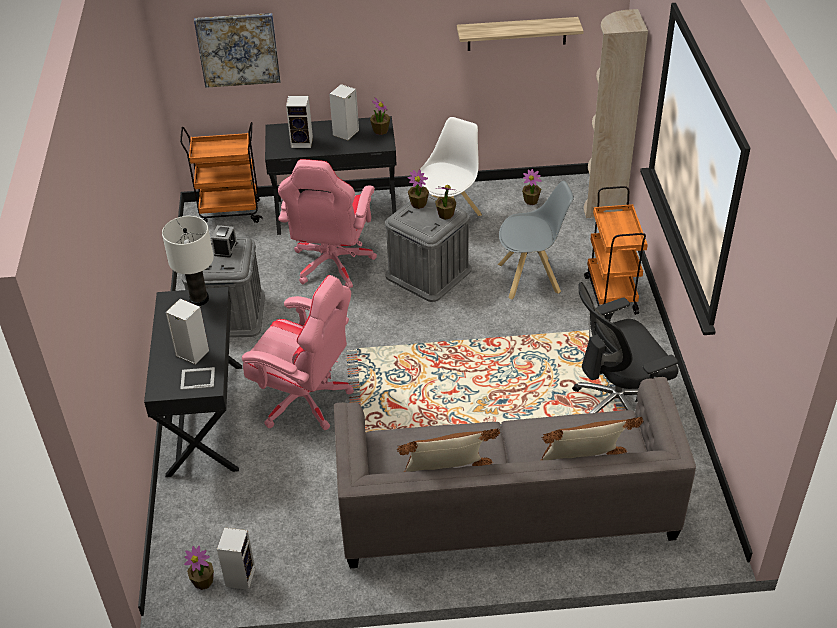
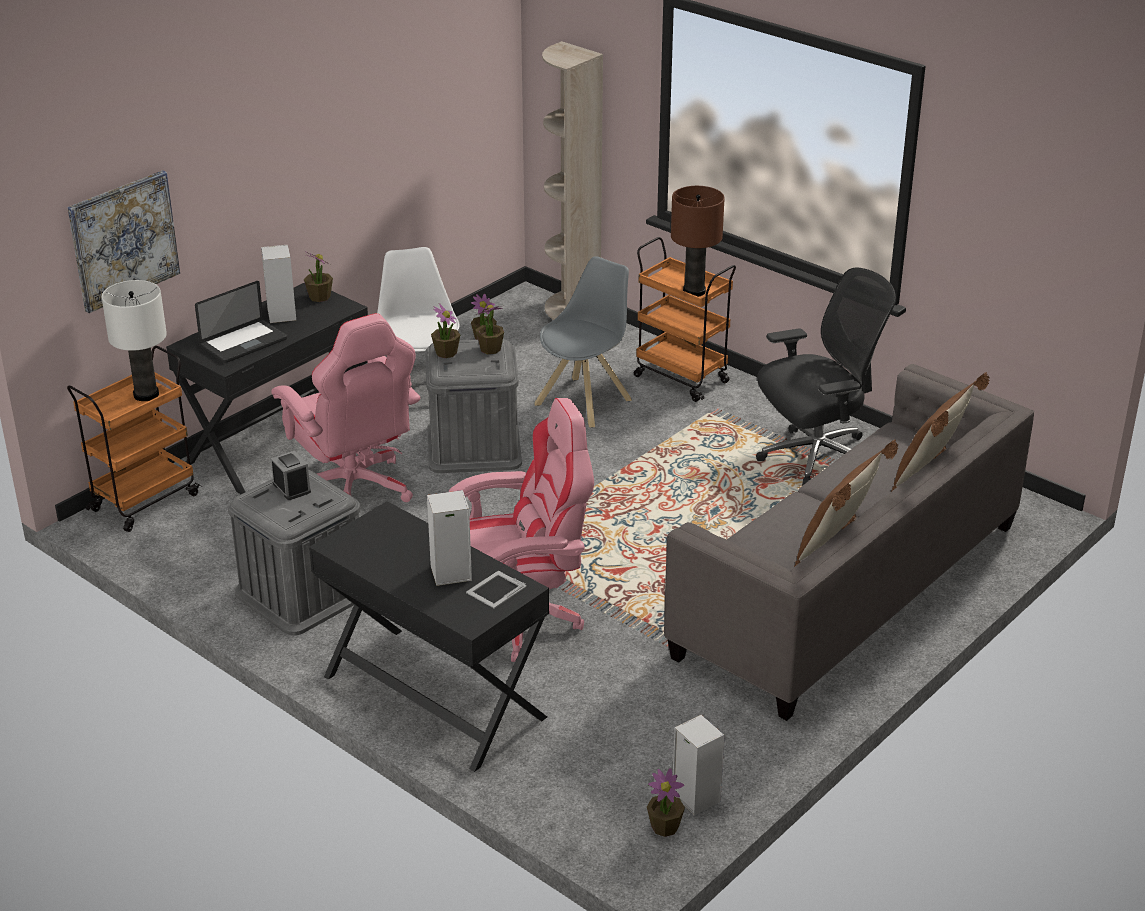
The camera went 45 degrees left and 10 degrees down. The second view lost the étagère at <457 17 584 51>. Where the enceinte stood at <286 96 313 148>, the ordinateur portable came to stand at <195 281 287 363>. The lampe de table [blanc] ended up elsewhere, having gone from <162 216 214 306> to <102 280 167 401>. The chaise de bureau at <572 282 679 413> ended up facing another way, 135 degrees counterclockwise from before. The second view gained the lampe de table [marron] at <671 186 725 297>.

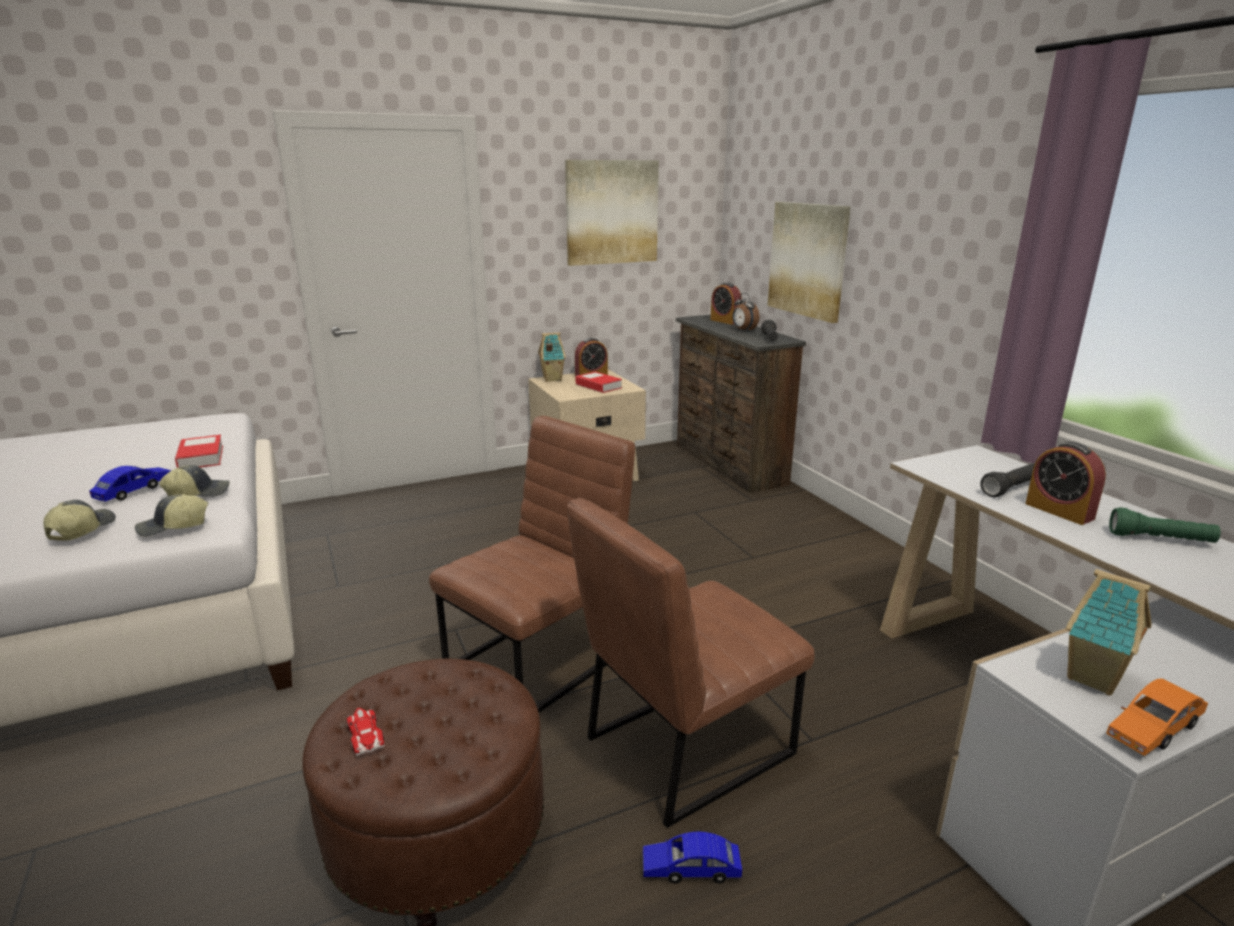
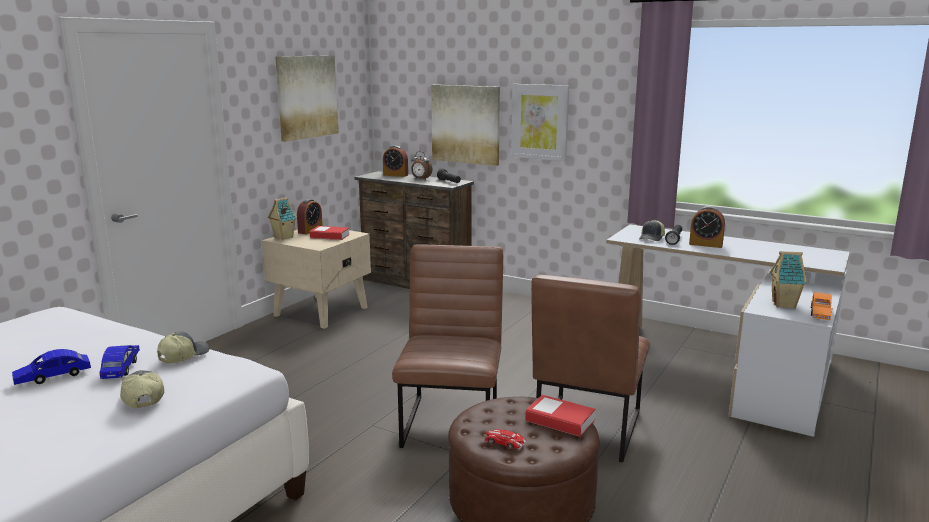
The camera went 35 degrees left and 5 degrees down. The livre ended up elsewhere, having gone from <175 435 223 468> to <525 395 595 437>. The casquette ended up elsewhere, having gone from <135 494 208 537> to <639 220 665 241>. The second view lost the lampe de poche [vert] at <1109 507 1221 543>. The petite voiture [bleu] ended up elsewhere, having gone from <643 832 742 884> to <12 349 91 385>. The second view gained the tableau at <511 84 569 161>.

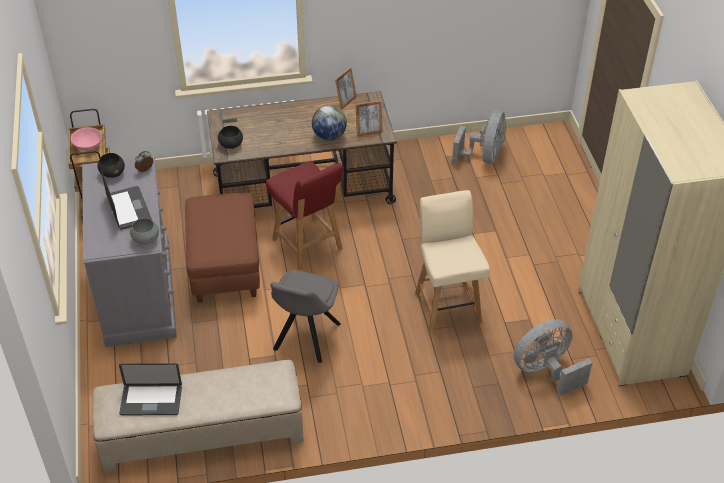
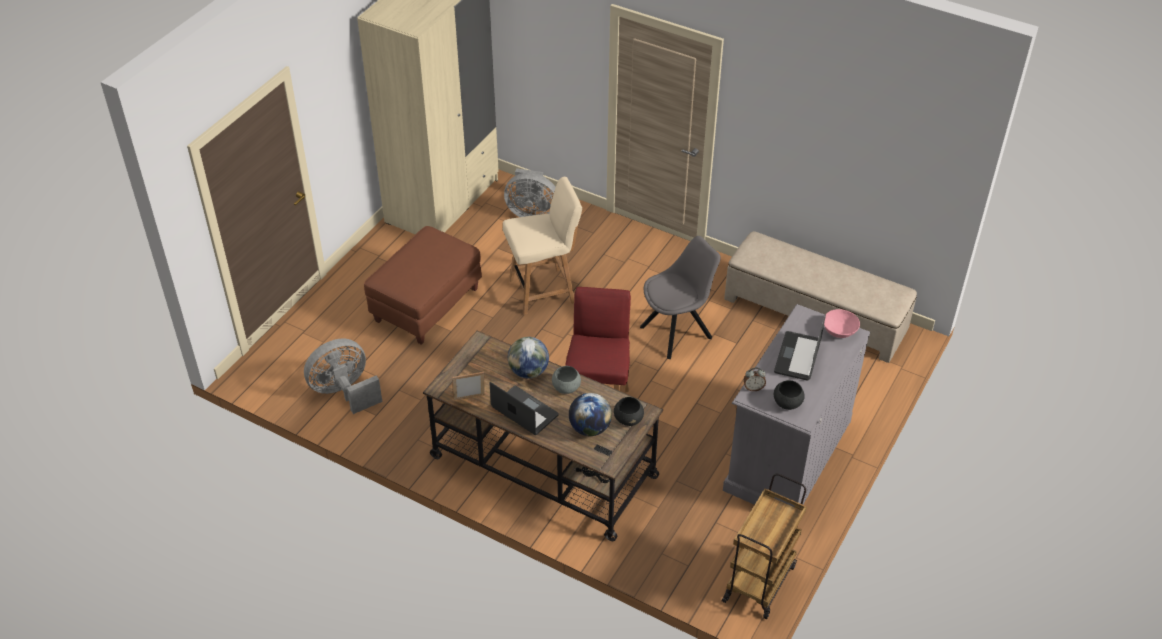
The camera went 140 degrees left and 0 degrees up. The second view lost the cadre photo at <355 101 383 137>. The bol [rose] ended up elsewhere, having gone from <71 127 102 150> to <824 309 860 338>. The chaise [beige] at <415 190 490 333> ended up facing another way, 135 degrees counterclockwise from before. The pouf [marron] ended up elsewhere, having gone from <185 192 260 303> to <364 226 482 345>. The bol [gris] ended up elsewhere, having gone from <130 218 159 245> to <552 366 581 394>. The ordinateur portable ended up elsewhere, having gone from <119 363 182 415> to <489 382 559 435>. The second view gained the globe at <569 393 612 436>.

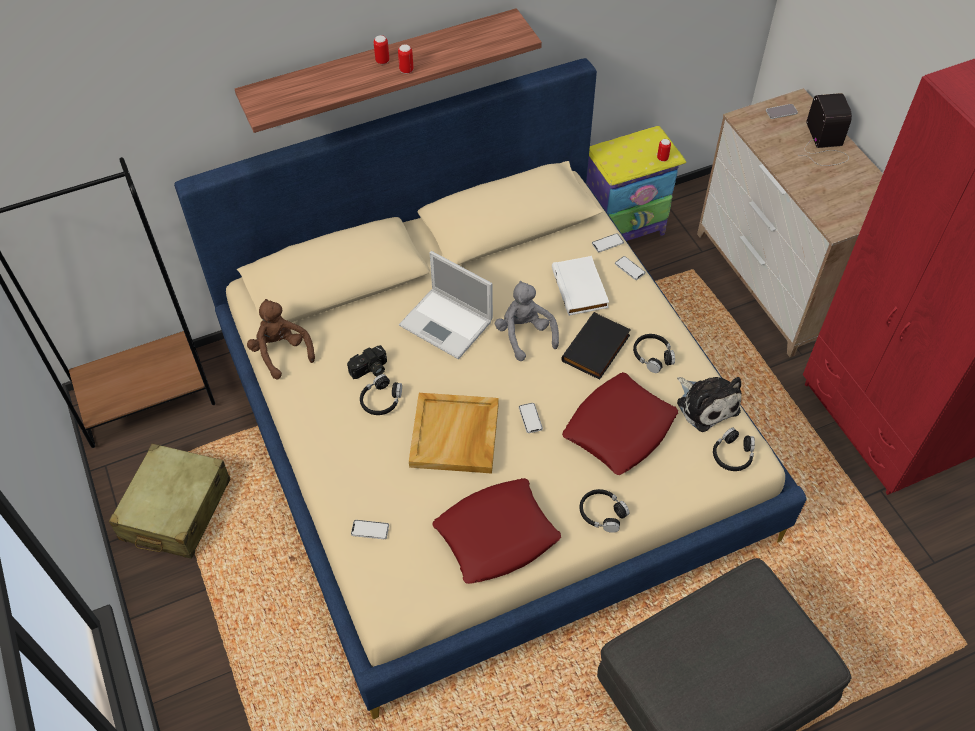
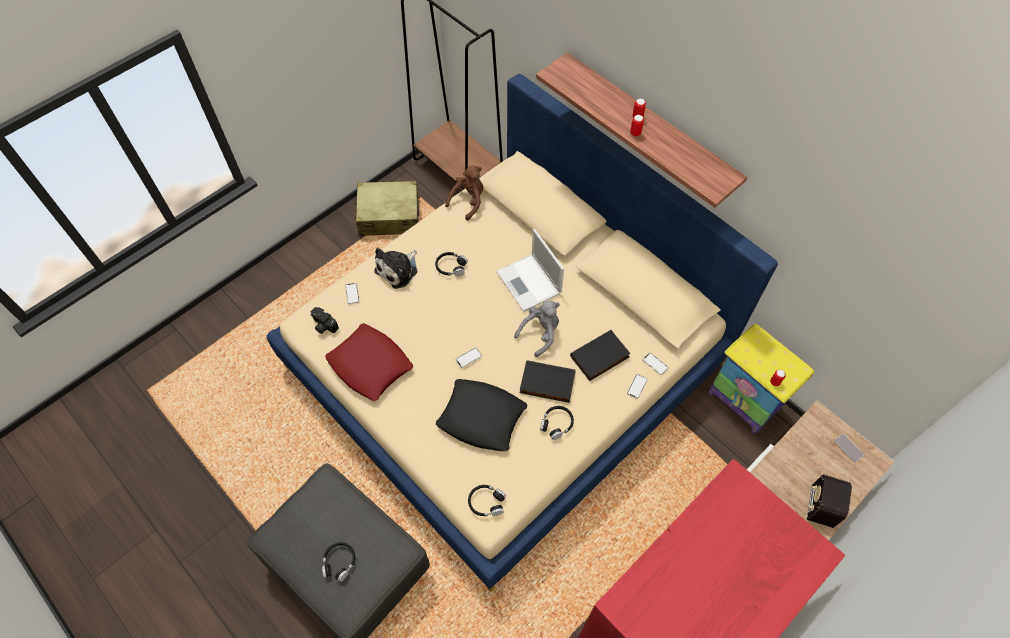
The camera went 70 degrees right and 5 degrees up. The radio at <802 93 852 166> ended up facing another way, 135 degrees clockwise from before. The ordinateur portable at <399 251 493 359> ended up facing another way, 45 degrees counterclockwise from before. What was the livre [blanc] at <552 256 609 316> turned into the livre [noir] at <570 330 631 381>. The appareil photo ended up elsewhere, having gone from <347 345 387 379> to <310 307 339 334>. What was the coussin [rouge] at <562 372 678 475> turned into the coussin [noir] at <436 379 527 452>. The peluche ended up elsewhere, having gone from <677 377 742 432> to <374 248 417 289>. The second view lost the plateau [beige] at <409 393 499 474>. The casque audio [noir] ended up elsewhere, having gone from <580 489 630 533> to <322 542 356 582>.

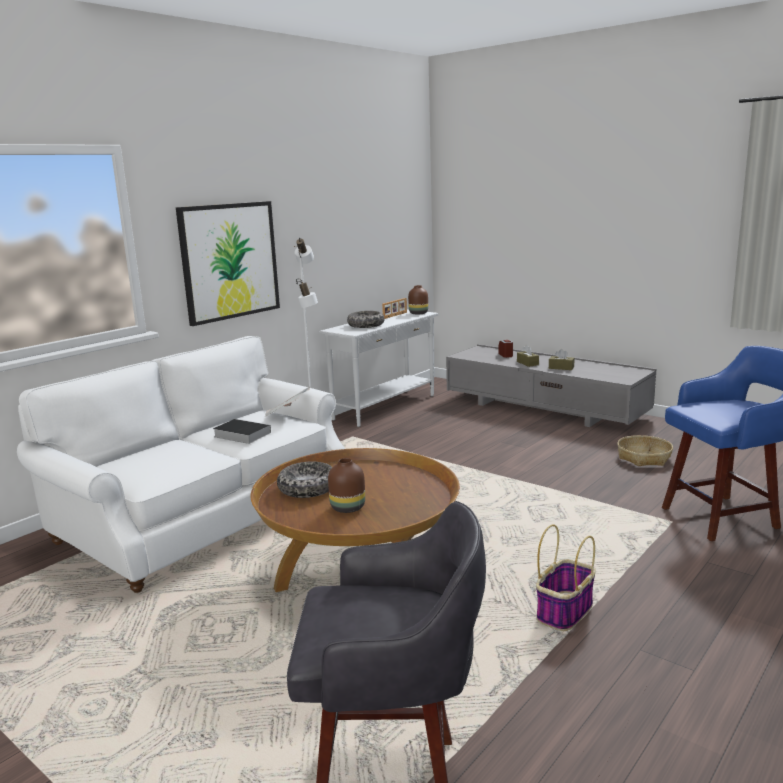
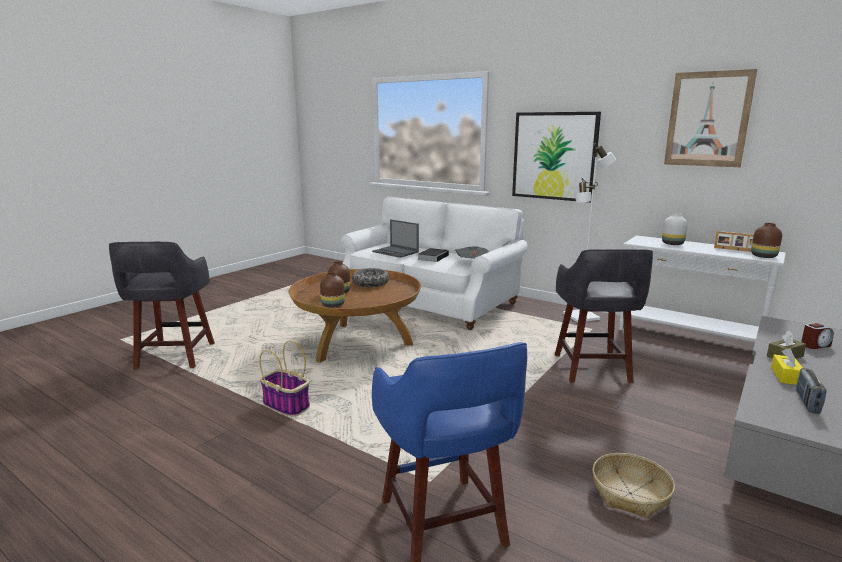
The camera went 85 degrees right and 0 degrees up. Where the bol stood at <347 311 385 328>, the vase [blanc] came to stand at <662 213 688 245>. What was the boîte à mouchoirs [marron] at <549 349 575 370> turned into the boîte à mouchoirs [jaune] at <771 348 803 385>. The second view gained the tableau at <664 69 757 167>. The second view gained the ordinateur portable at <372 219 419 258>. The second view gained the tabouret [gris] at <555 249 653 383>. The second view gained the vase [marron] at <320 272 345 308>. The second view gained the radio at <796 368 827 414>.

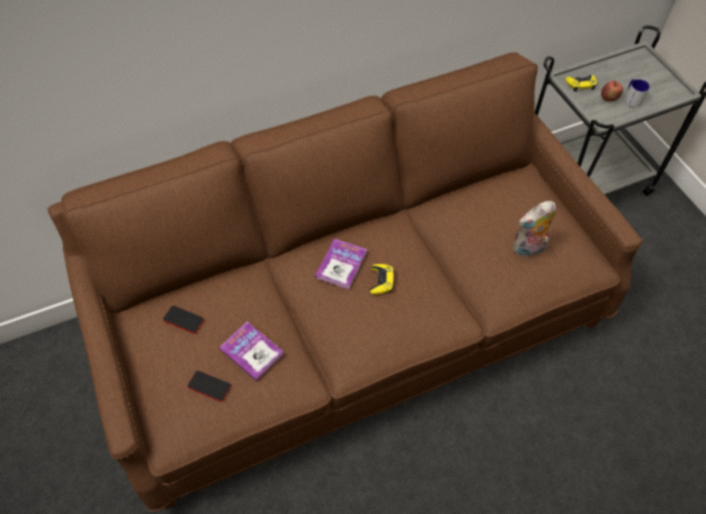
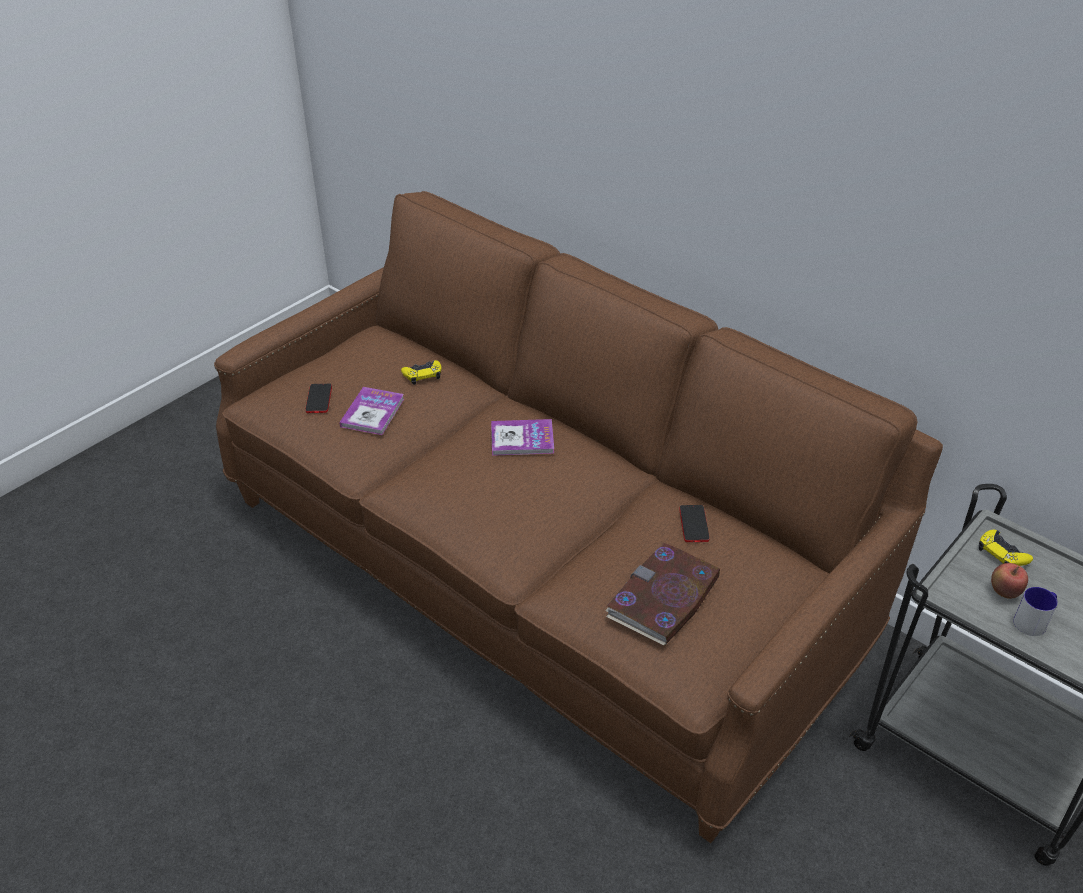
The camera went 65 degrees right and 15 degrees down. Where the peluche stood at <513 201 556 258>, the livre came to stand at <605 543 720 646>. The manette [jaune] ended up elsewhere, having gone from <370 264 394 294> to <401 360 441 385>. The téléphone ended up elsewhere, having gone from <163 305 204 334> to <679 505 709 542>.

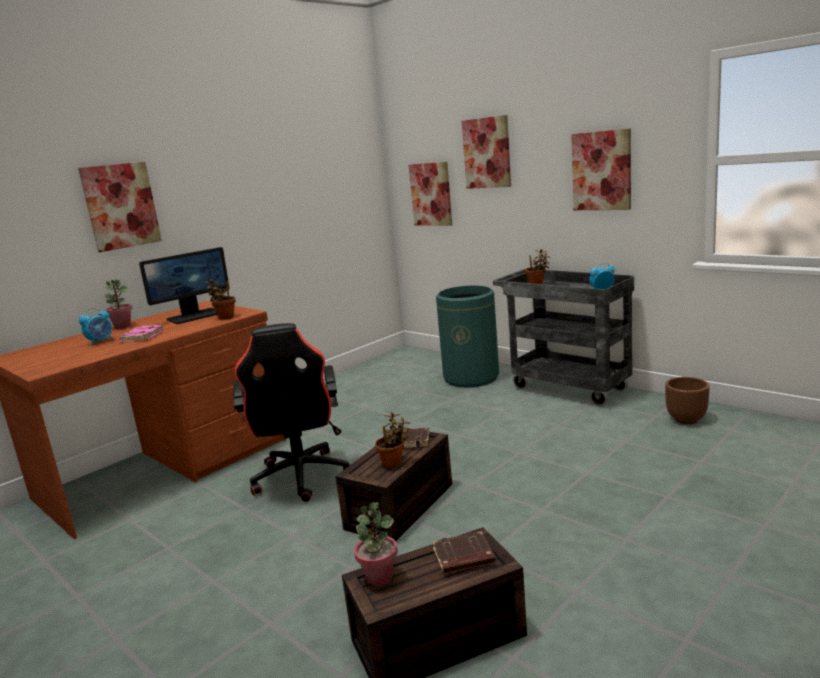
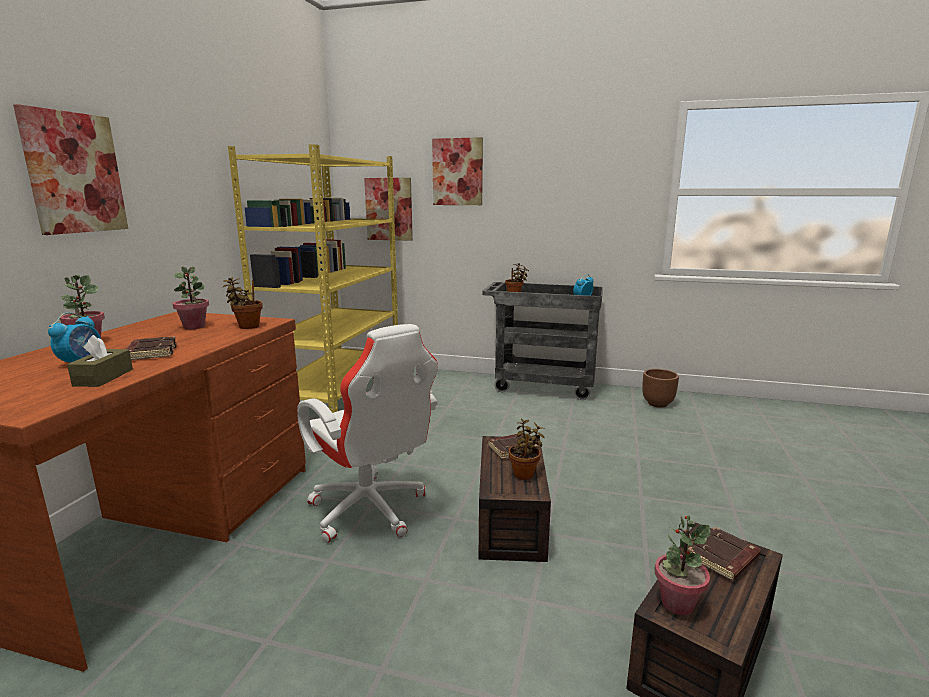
The camera went 30 degrees left and 0 degrees up. The second view lost the tableau at <571 128 631 210>. Where the écran d'ordinateur stood at <139 247 230 324>, the plante en pot came to stand at <173 266 209 329>. The second view lost the poubelle [vert] at <436 286 499 387>. What was the chaise de bureau [noir] at <233 323 351 502> turned into the chaise de bureau [blanc] at <297 324 438 543>. What was the livre [rose] at <119 325 164 342> turned into the livre [marron] at <126 336 177 360>. The second view gained the bibliothèque [jaune] at <228 144 398 413>. The second view gained the boîte à mouchoirs [marron] at <67 335 133 387>.

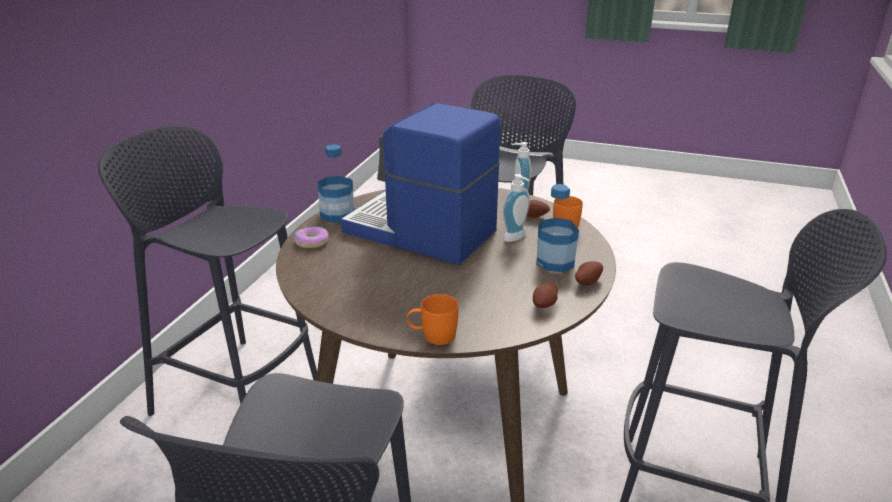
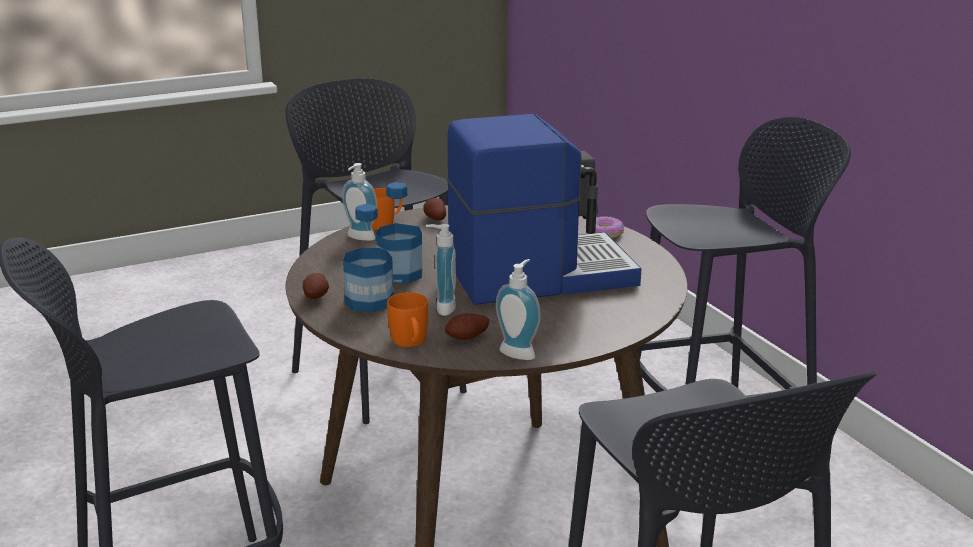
The camera went 135 degrees right and 5 degrees down. The bouteille ended up elsewhere, having gone from <317 144 354 223> to <376 182 422 284>. The pomme de terre ended up elsewhere, having gone from <533 283 558 308> to <423 198 446 220>. The second view gained the distributeur de savon at <342 163 377 241>.

